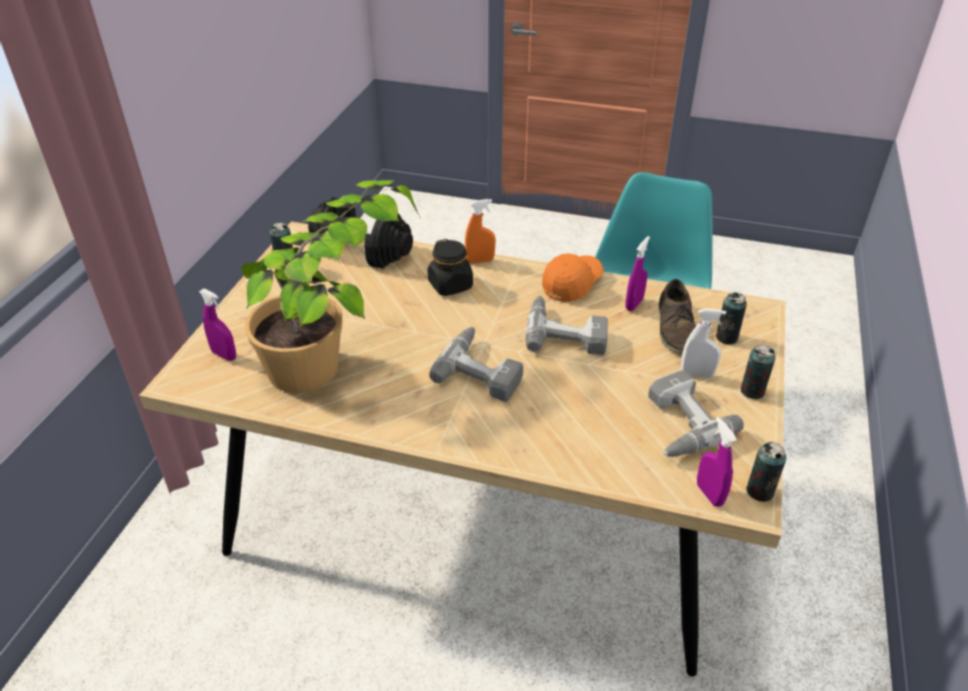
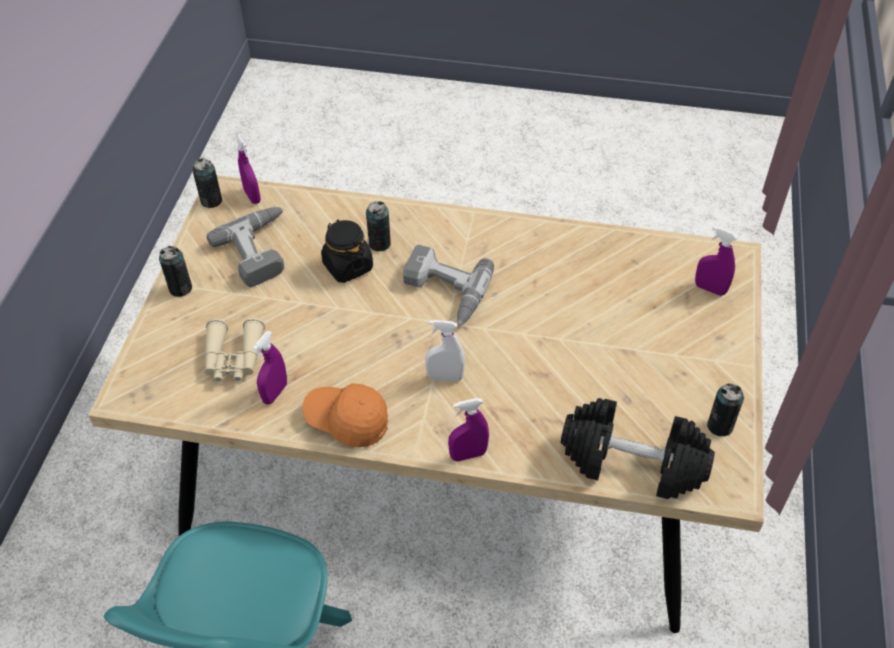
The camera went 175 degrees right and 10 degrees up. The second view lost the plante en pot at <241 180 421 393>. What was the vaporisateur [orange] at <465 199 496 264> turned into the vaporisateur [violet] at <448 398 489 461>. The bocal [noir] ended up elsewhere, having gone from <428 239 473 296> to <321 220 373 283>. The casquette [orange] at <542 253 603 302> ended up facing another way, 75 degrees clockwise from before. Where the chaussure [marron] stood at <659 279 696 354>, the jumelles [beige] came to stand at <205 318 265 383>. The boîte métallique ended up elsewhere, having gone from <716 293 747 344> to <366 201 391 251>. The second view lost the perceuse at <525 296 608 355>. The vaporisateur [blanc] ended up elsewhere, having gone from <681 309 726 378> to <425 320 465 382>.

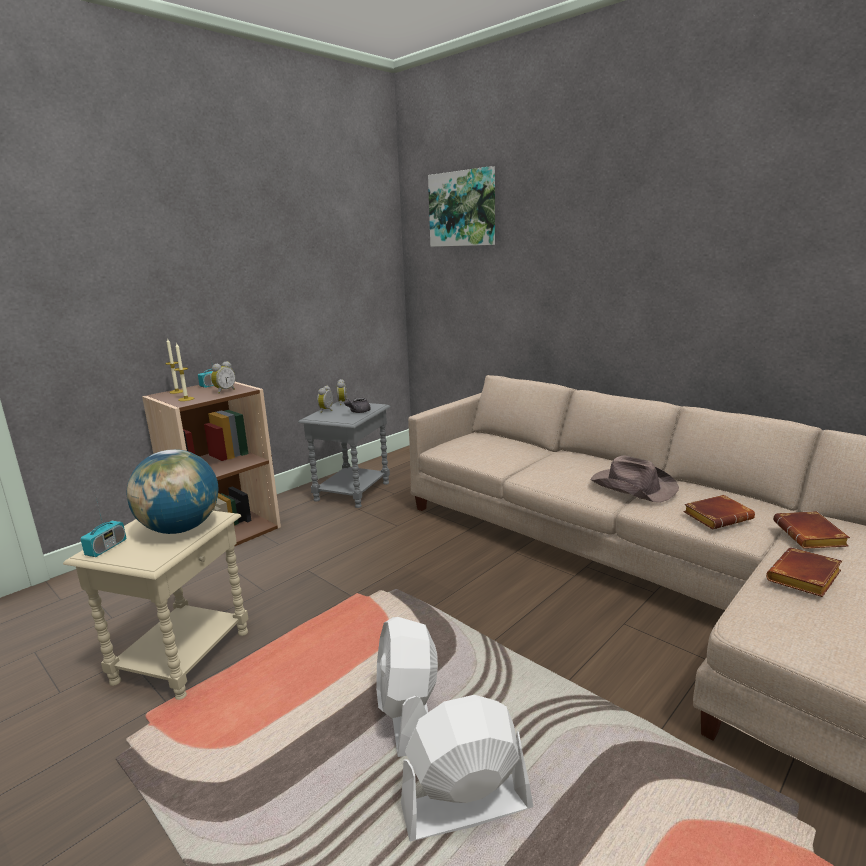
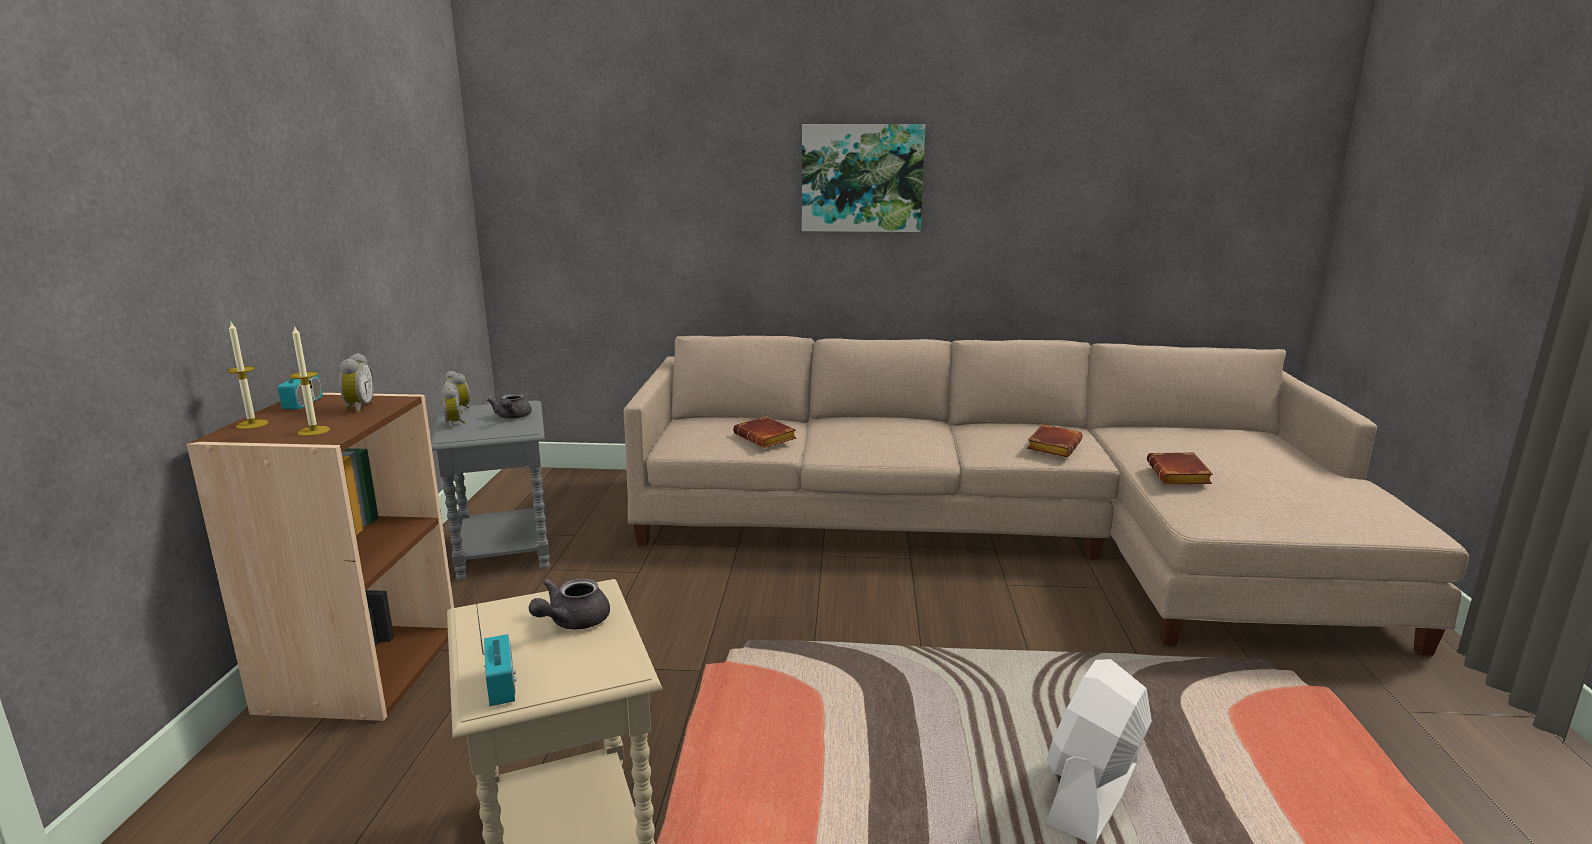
The camera went 40 degrees left and 0 degrees up. The tableau ended up elsewhere, having gone from <428 166 495 247> to <802 124 925 232>. Where the globe stood at <127 449 219 534>, the théière [gris] came to stand at <529 578 610 629>. The second view lost the chapeau [marron] at <591 455 679 503>. The livre [marron] ended up elsewhere, having gone from <773 511 850 549> to <733 416 796 448>. The second view lost the ventilateur [blanc] at <376 617 438 757>.

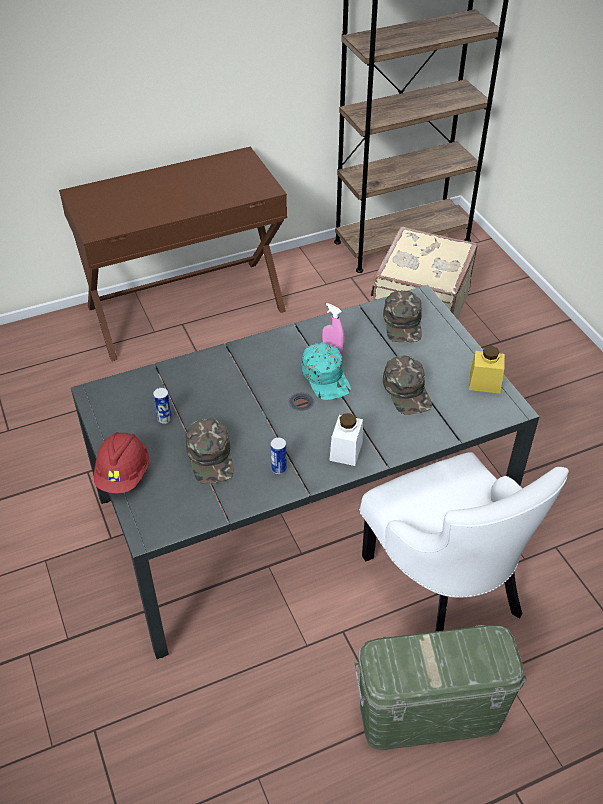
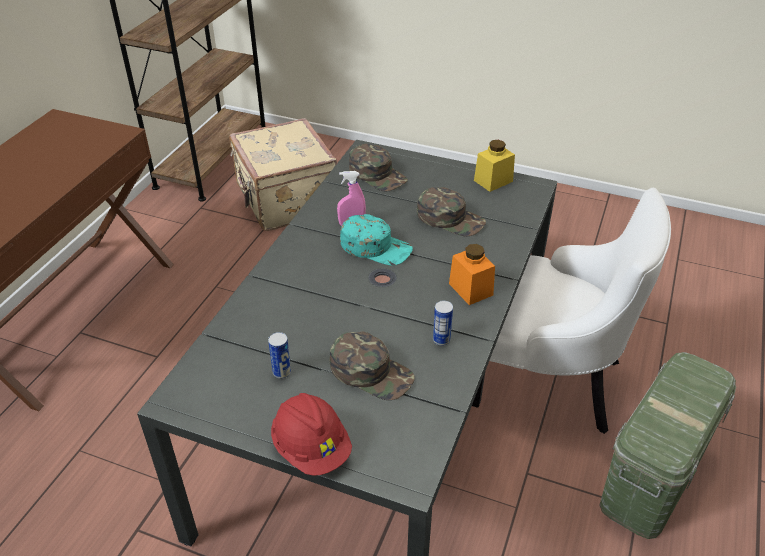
The camera went 45 degrees left and 5 degrees down. What was the bocal [blanc] at <329 413 363 466> turned into the bocal [orange] at <449 244 495 305>.

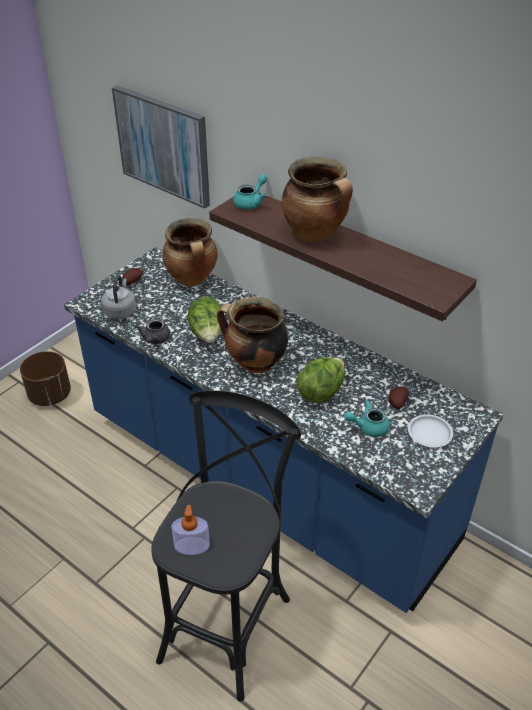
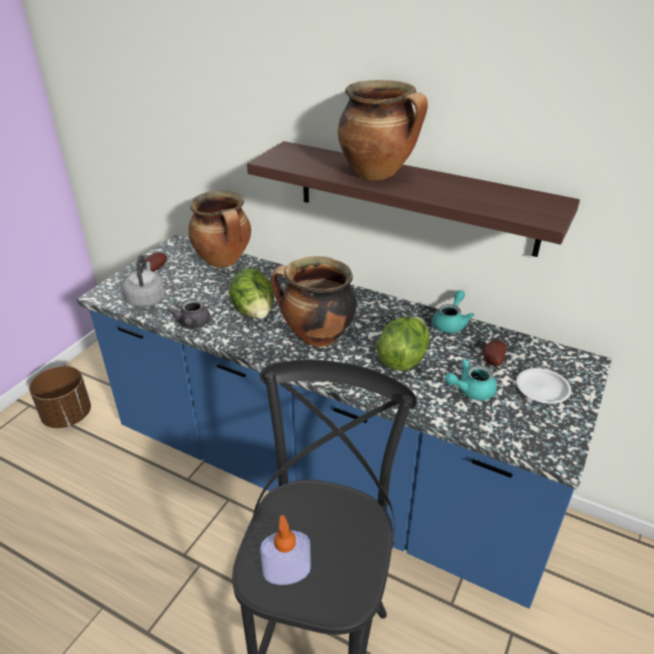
The camera went 10 degrees left and 5 degrees down. The second view lost the tableau at <112 85 210 209>. The théière [turquoise] ended up elsewhere, having gone from <233 174 267 210> to <432 290 474 333>.

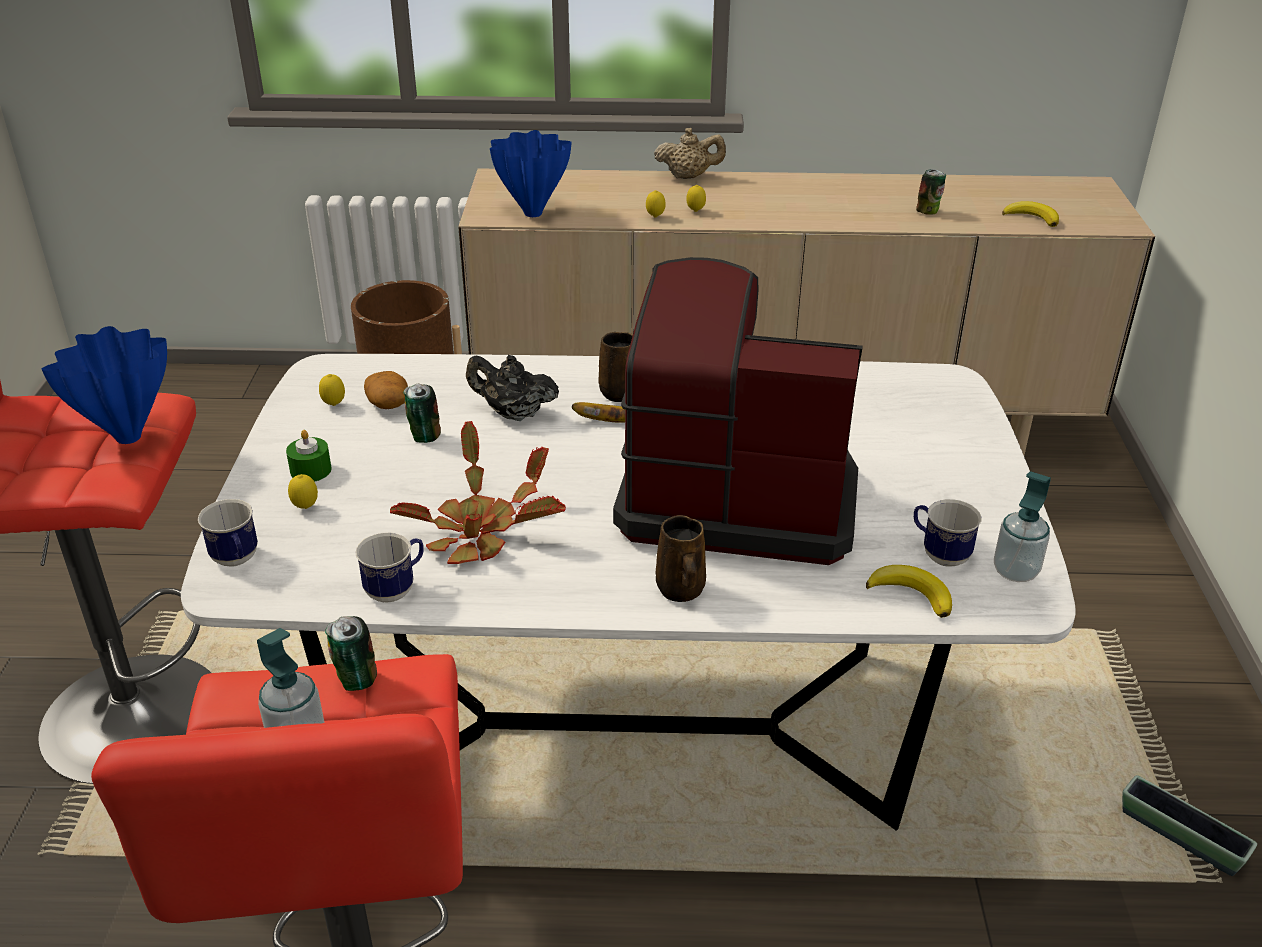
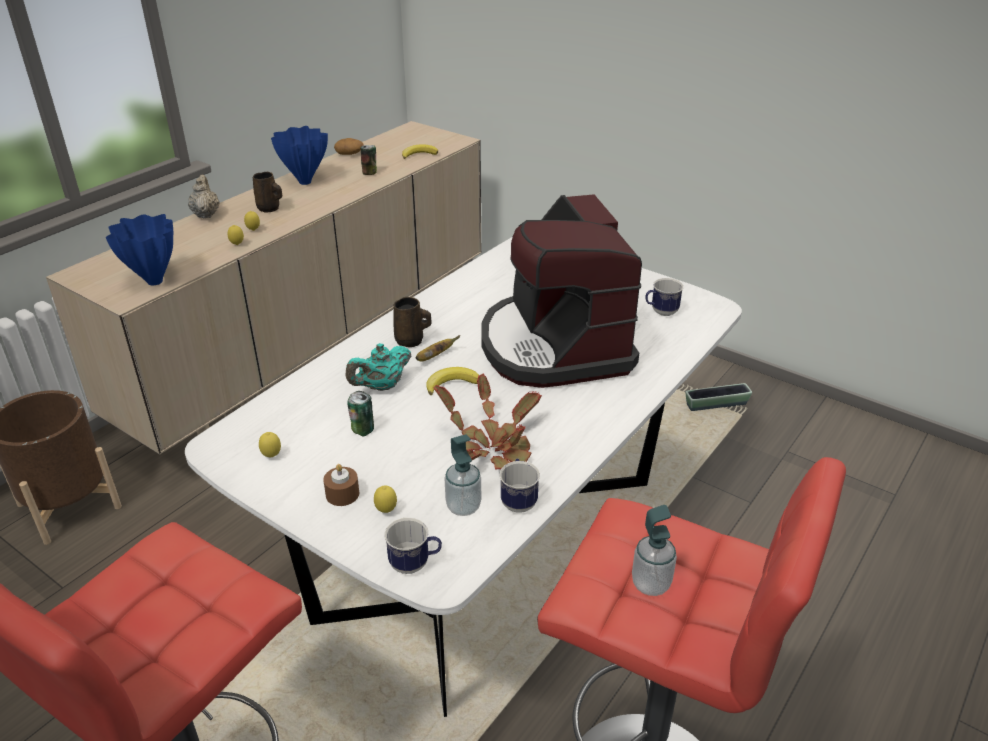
The camera went 55 degrees left and 0 degrees up. The théière [beige] at <654 128 726 179> ended up facing another way, 45 degrees counterclockwise from before. The machine à café at <613 257 863 565> ended up facing another way, 60 degrees counterclockwise from before. The vase [bleu] ended up elsewhere, having gone from <42 326 167 444> to <271 126 328 185>. What was the théière [noir] at <466 355 559 421> turned into the théière [turquoise] at <346 343 412 391>. The pomme de terre ended up elsewhere, having gone from <364 371 408 409> to <334 138 363 155>. What was the bougie [vert] at <286 430 331 482> turned into the bougie [marron] at <323 464 359 506>. The distributeur de savon ended up elsewhere, having gone from <994 471 1051 582> to <445 434 481 516>. The mug [marron] ended up elsewhere, having gone from <655 515 706 602> to <253 172 282 213>. The banane ended up elsewhere, having gone from <866 565 952 618> to <426 367 479 395>. The second view lost the boîte métallique at <325 616 377 691>.

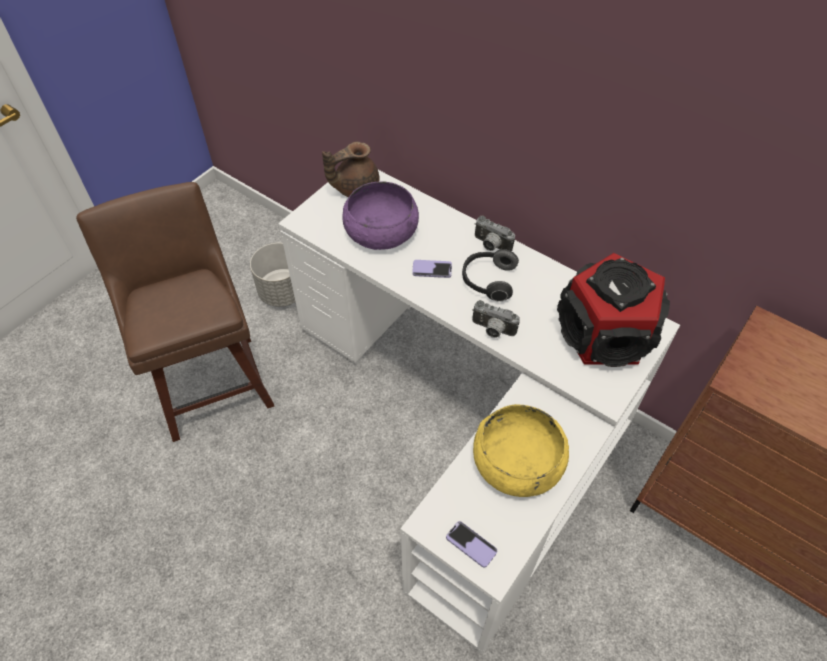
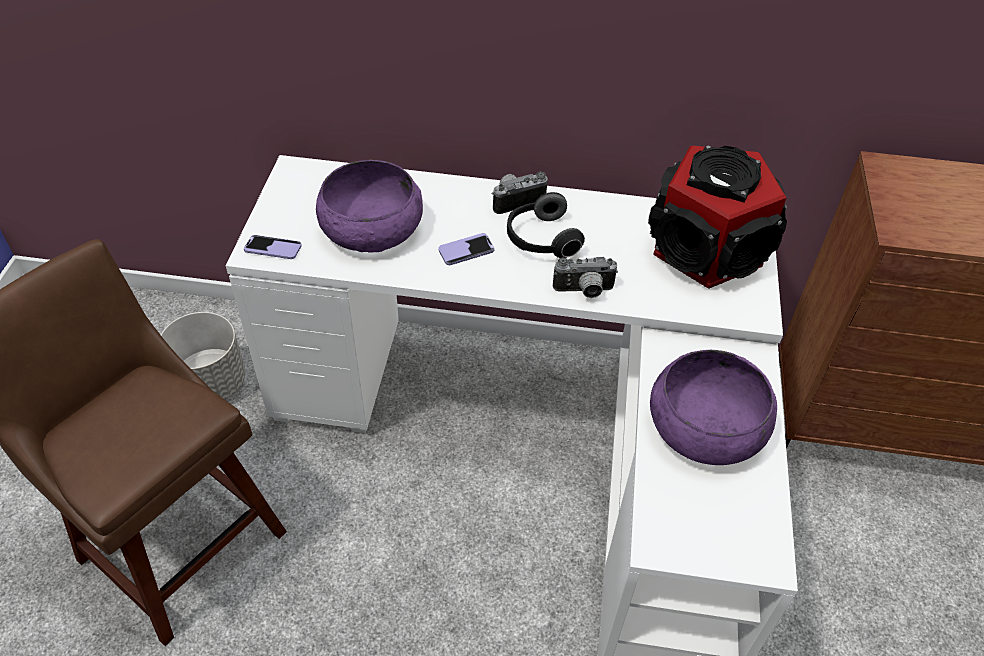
The camera went 30 degrees left and 5 degrees down. The second view lost the théière [marron] at <322 142 380 197>. The appareil photo at <475 215 515 251> ended up facing another way, 150 degrees clockwise from before. What was the bol [jaune] at <473 404 569 497> turned into the bol [violet] at <650 350 777 465>. The téléphone ended up elsewhere, having gone from <446 521 497 567> to <244 235 302 259>.

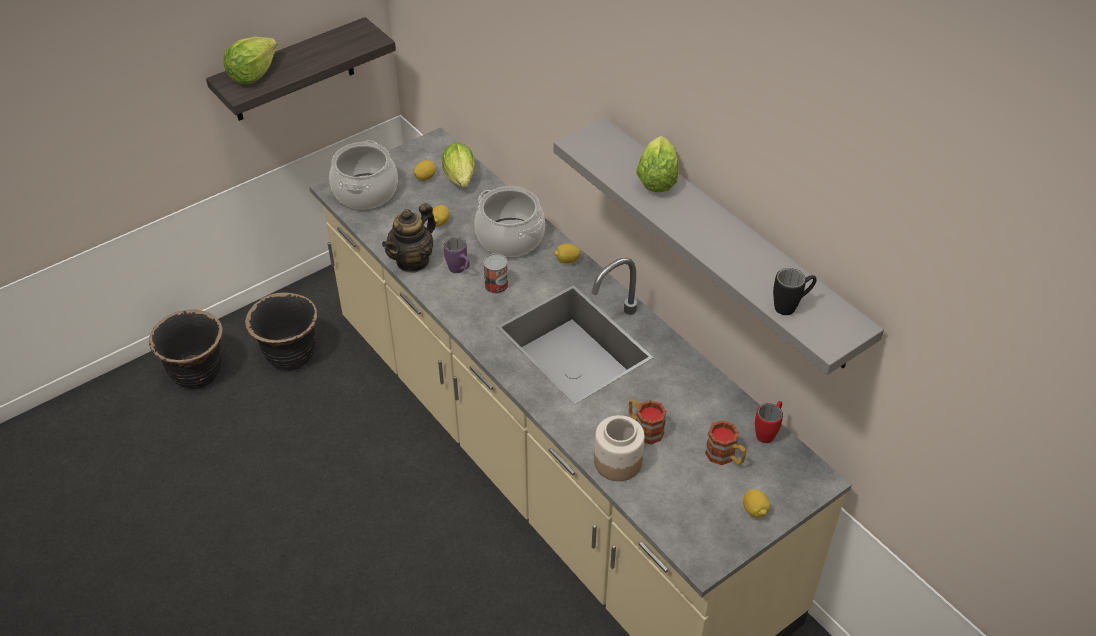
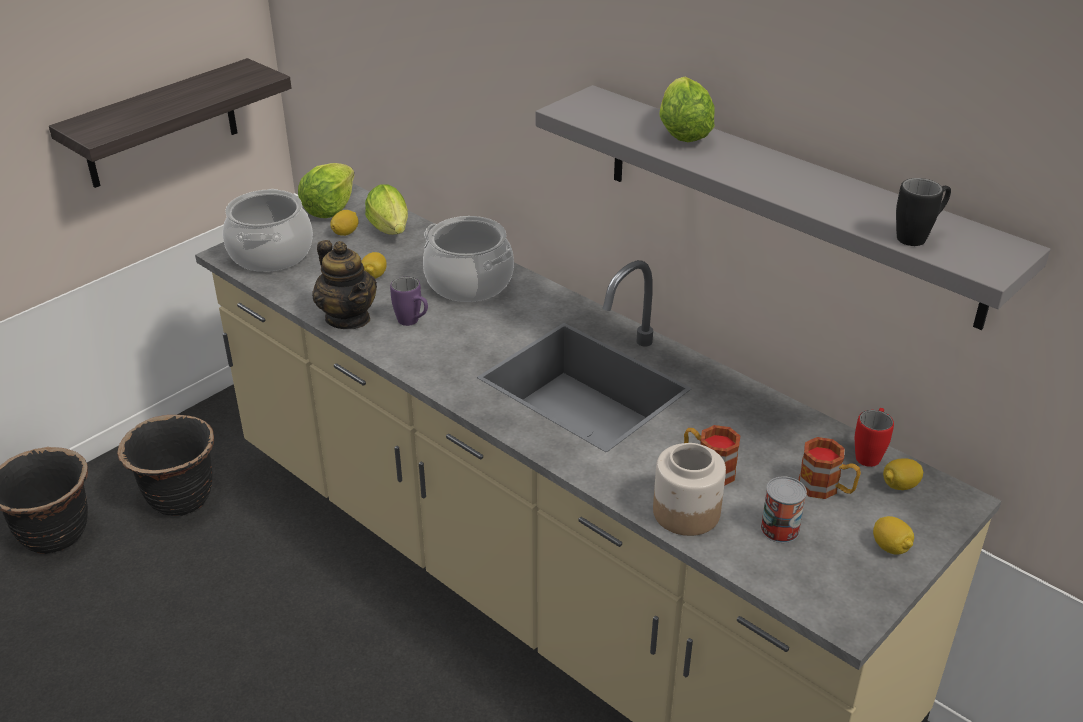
The camera went 10 degrees left and 10 degrees down. The laitue ended up elsewhere, having gone from <223 37 277 85> to <298 163 354 218>. The théière at <382 203 436 273> ended up facing another way, 60 degrees counterclockwise from before. The citron ended up elsewhere, having gone from <554 244 581 264> to <883 458 923 490>. The boîte métallique ended up elsewhere, having gone from <483 253 508 294> to <761 476 807 543>.

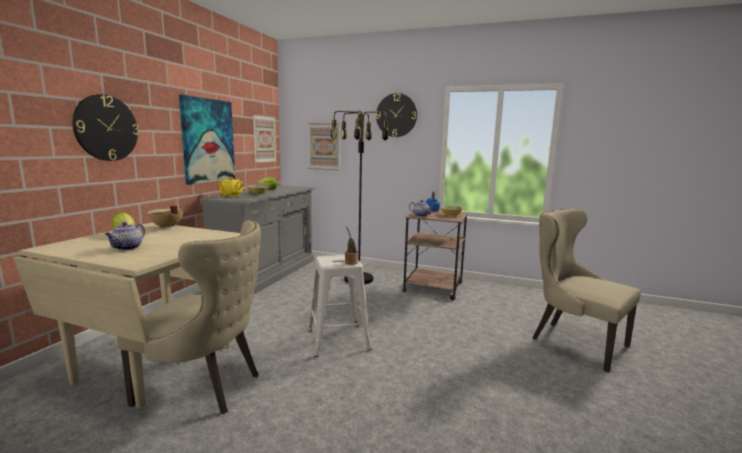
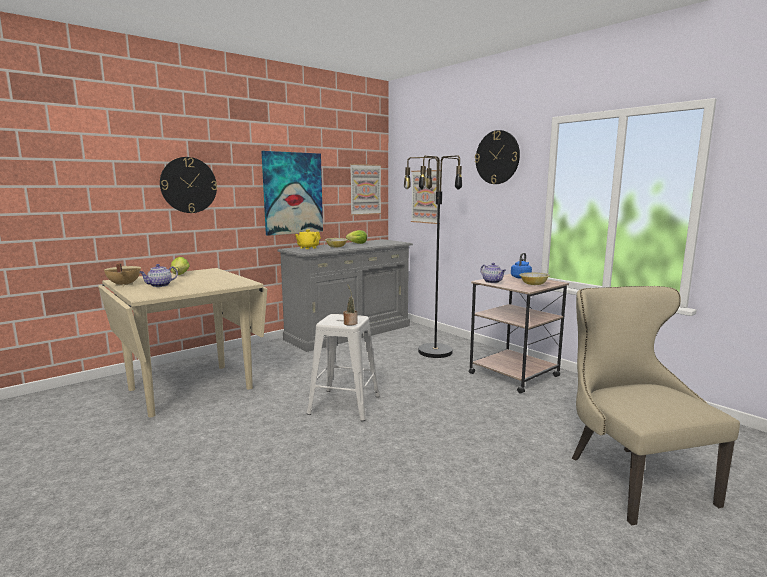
The camera went 30 degrees right and 0 degrees up. The marmite [beige] ended up elsewhere, having gone from <147 205 183 228> to <104 263 141 286>. The second view lost the chaise [beige] at <117 220 261 414>.

